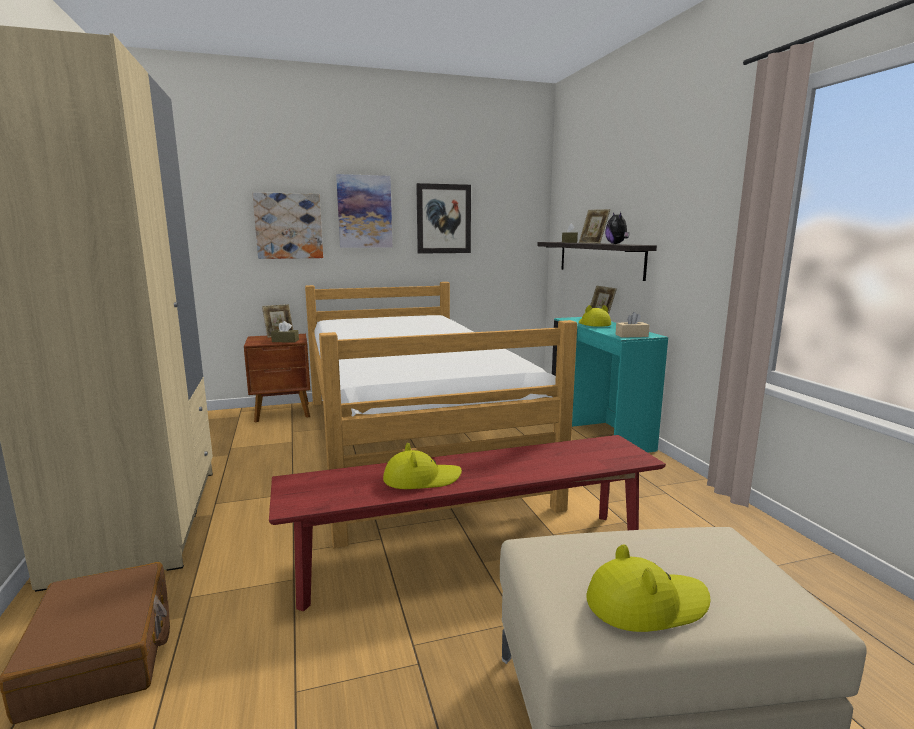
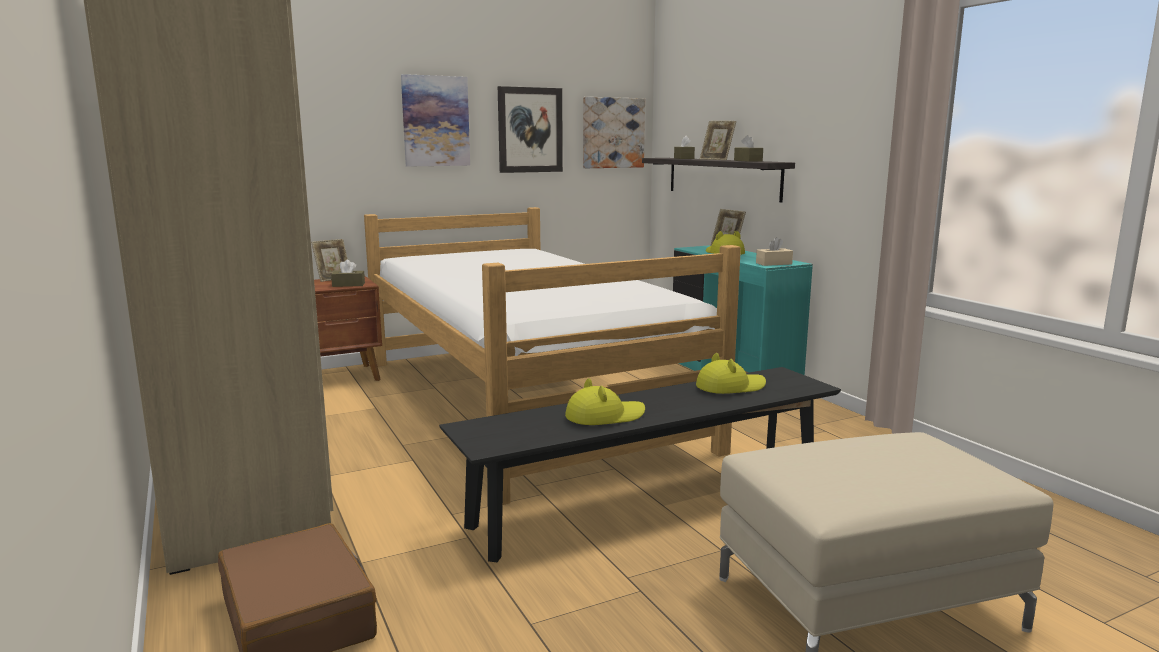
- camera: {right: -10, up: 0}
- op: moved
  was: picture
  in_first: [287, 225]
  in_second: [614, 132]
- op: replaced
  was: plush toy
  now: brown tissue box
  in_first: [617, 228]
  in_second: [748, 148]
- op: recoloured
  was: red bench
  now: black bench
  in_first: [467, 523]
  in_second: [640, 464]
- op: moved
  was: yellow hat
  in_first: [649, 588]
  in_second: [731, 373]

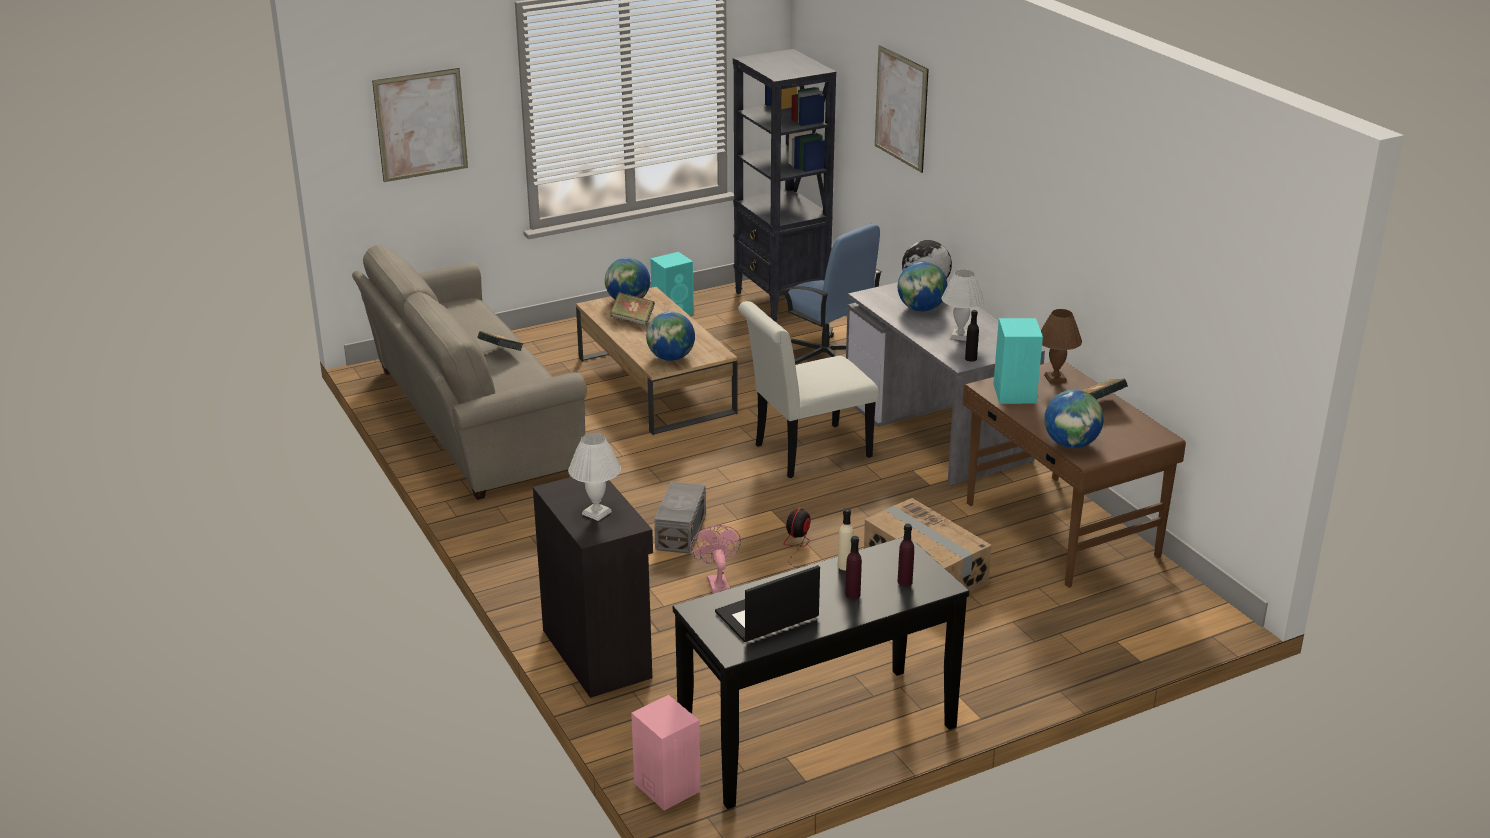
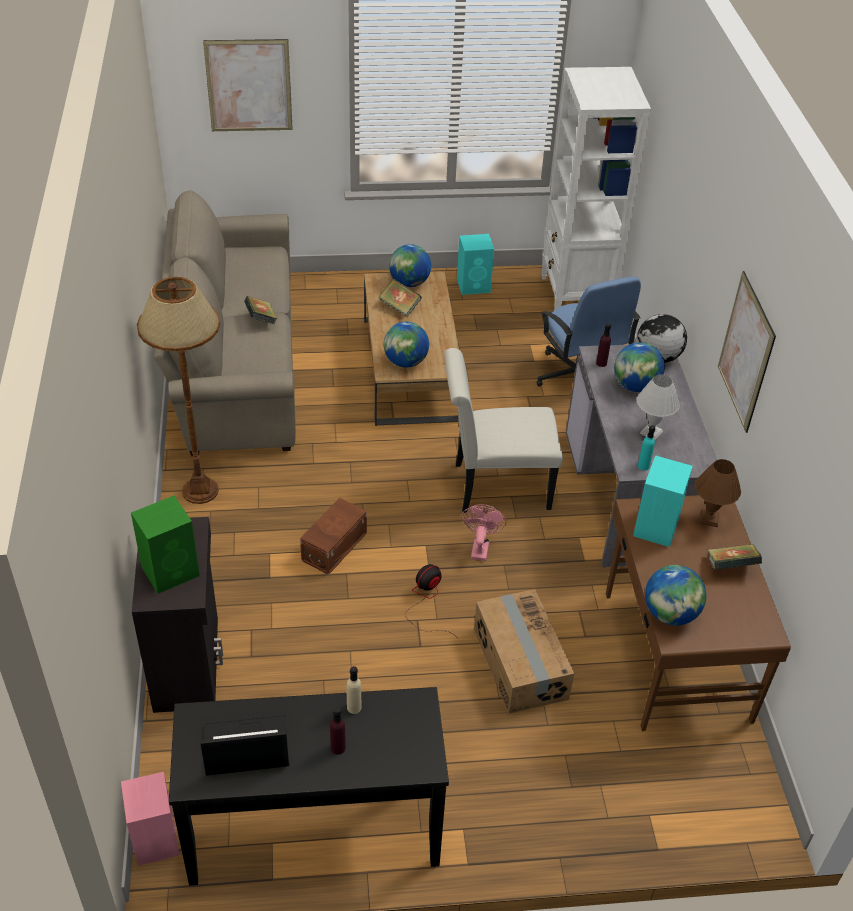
- camera: {right: 20, up: 15}
- op: moved
  was: picture
  in_first: [902, 109]
  in_second: [747, 352]
- op: recoloured
  was: black bookcase
  now: white bookcase
  in_first: [784, 185]
  in_second: [596, 188]
- op: recoloured
  was: black bottle
  now: turquoise bottle
  in_first: [972, 336]
  in_second: [646, 447]
- op: replaced
  was: white table lamp
  now: green speaker
  in_first: [594, 477]
  in_second: [165, 545]
- op: recoloured
  was: grey storage box
  now: brown storage box
  in_first: [680, 517]
  in_second: [333, 536]
- op: moved
  was: purple bottle
  in_first: [905, 555]
  in_second: [603, 345]
- op: moved
  was: pink fan
  in_first: [715, 559]
  in_second: [483, 532]
- op: added
  now: brown floor lamp
  in_second: [178, 390]

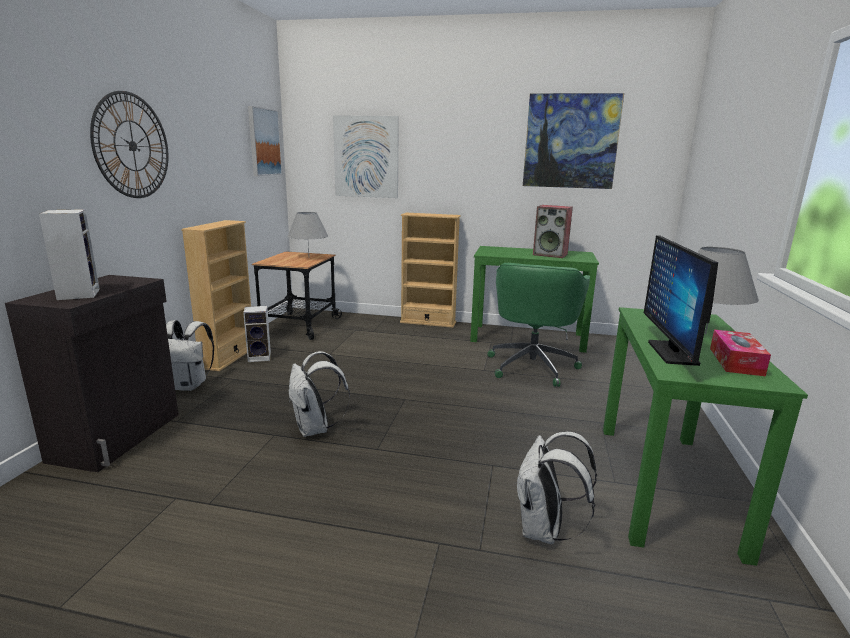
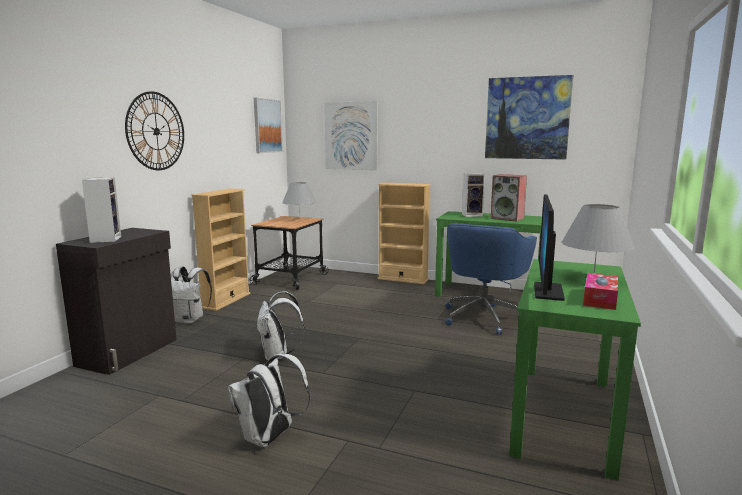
- camera: {right: 10, up: -5}
- op: recoloured
  was: green office chair
  now: blue office chair
  in_first: [538, 325]
  in_second: [491, 279]
- op: moved
  was: speaker
  in_first: [257, 334]
  in_second: [473, 195]
- op: moved
  was: white backpack
  in_first: [556, 488]
  in_second: [268, 400]

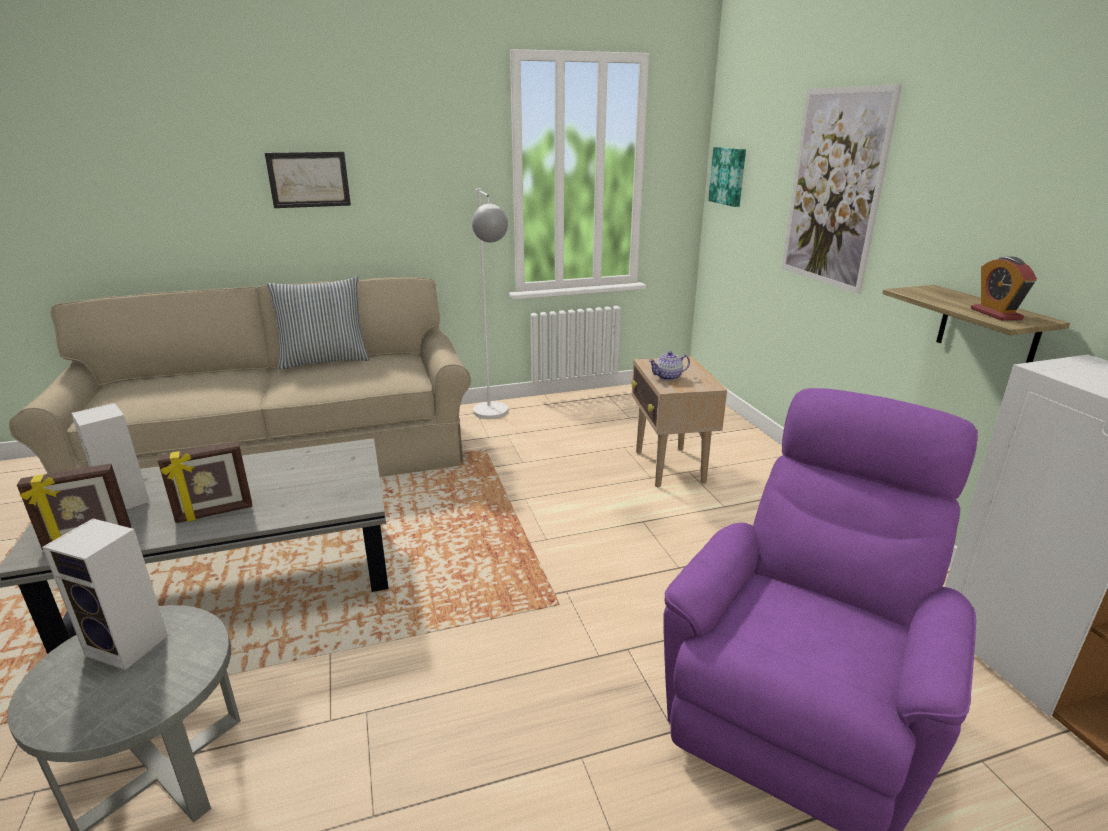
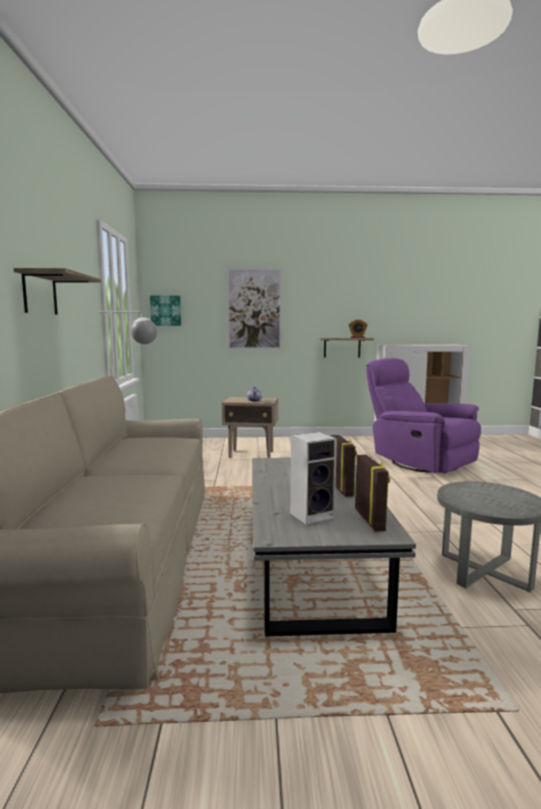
- camera: {right: -75, up: -15}
- op: replaced
  was: picture
  now: shelf
  in_first: [308, 180]
  in_second: [57, 291]
- op: removed
  was: pillow
  in_first: [318, 323]
- op: removed
  was: speaker
  in_first: [105, 594]

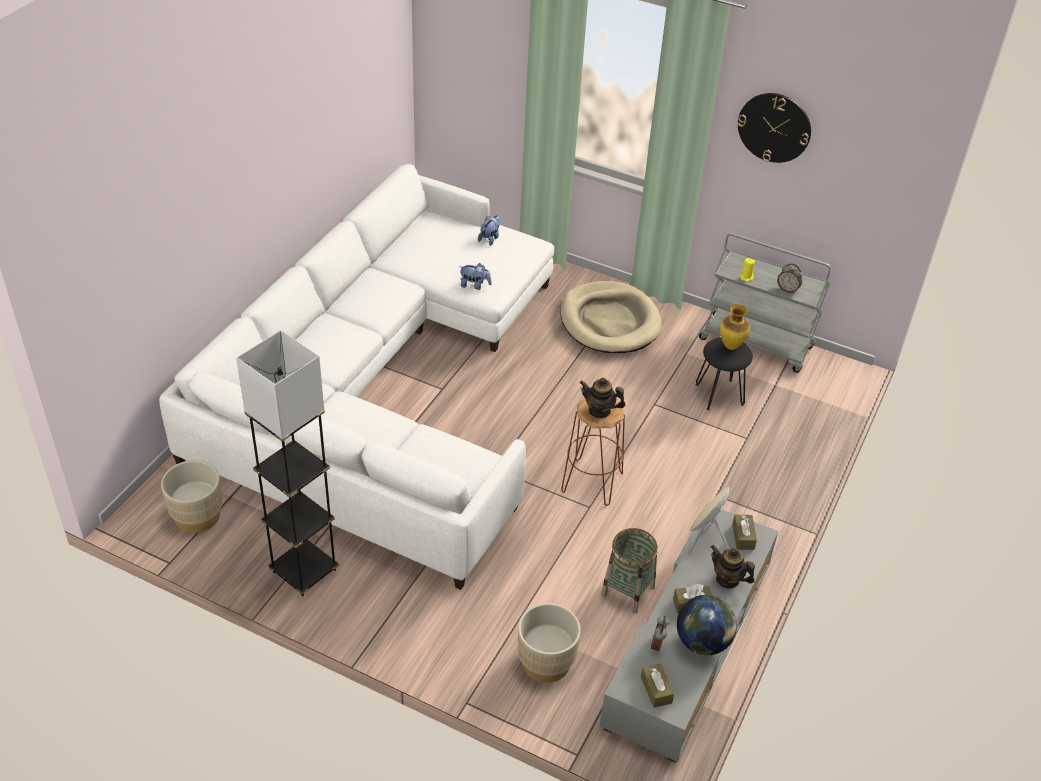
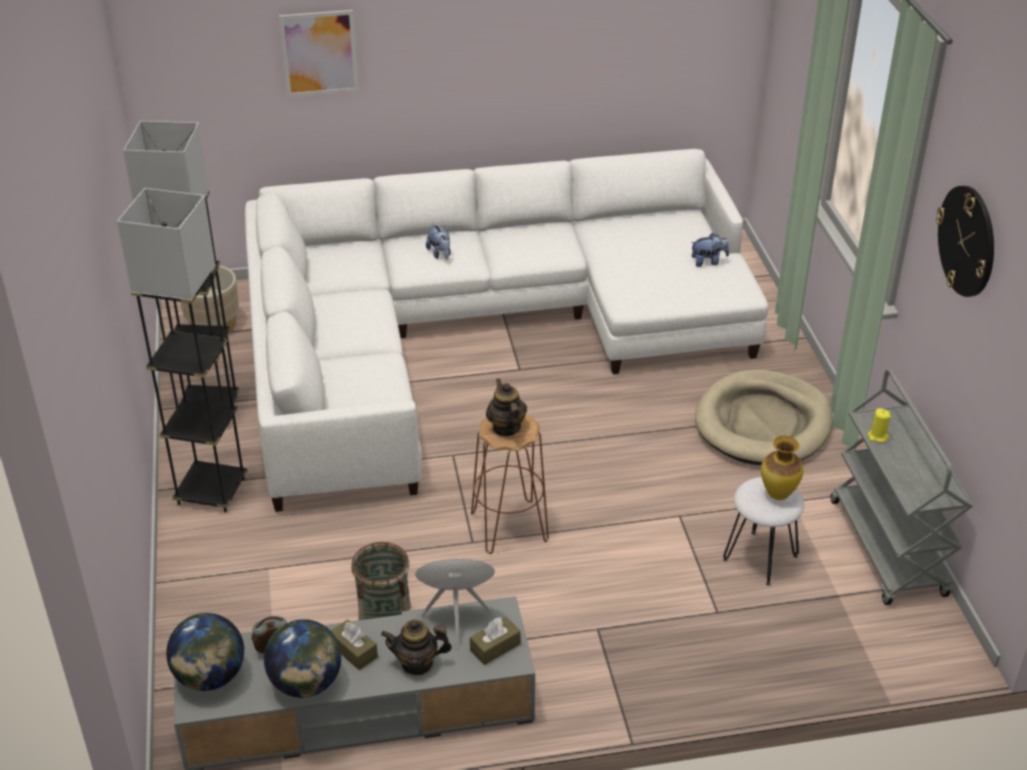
- camera: {right: 55, up: -5}
- op: moved
  was: plush toy
  in_first: [475, 276]
  in_second: [438, 242]
- op: removed
  was: alarm clock
  in_first: [790, 278]
- op: recoloured
  was: black stool
  now: white stool
  in_first: [724, 373]
  in_second: [763, 531]
- op: turned
  was: teapot
  in_first: [733, 567]
  in_second: [416, 647]
  clockwise: -90
- op: removed
  was: beige planter
  in_first: [549, 643]
- op: replaced
  was: brown tissue box
  now: globe
  in_first: [657, 685]
  in_second: [205, 652]
- op: added
  now: picture
  in_second: [319, 53]
- op: added
  now: grey floor lamp
  in_second: [182, 350]

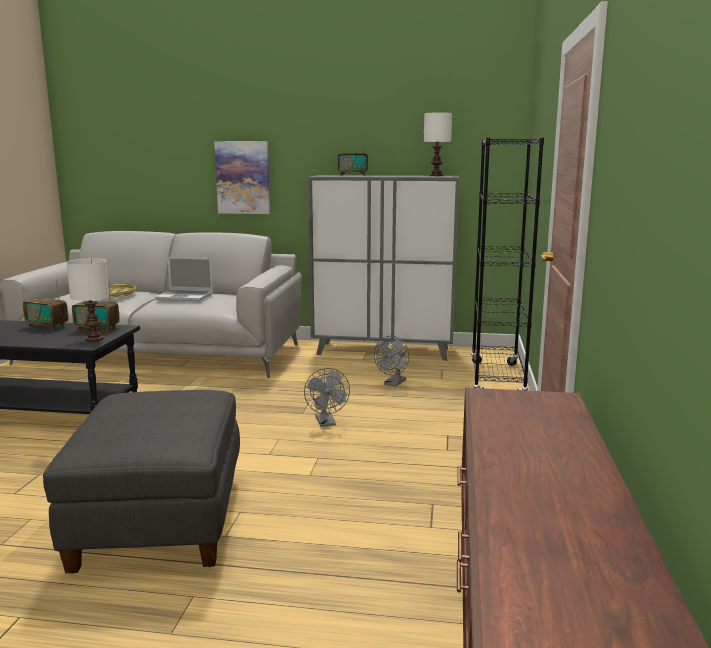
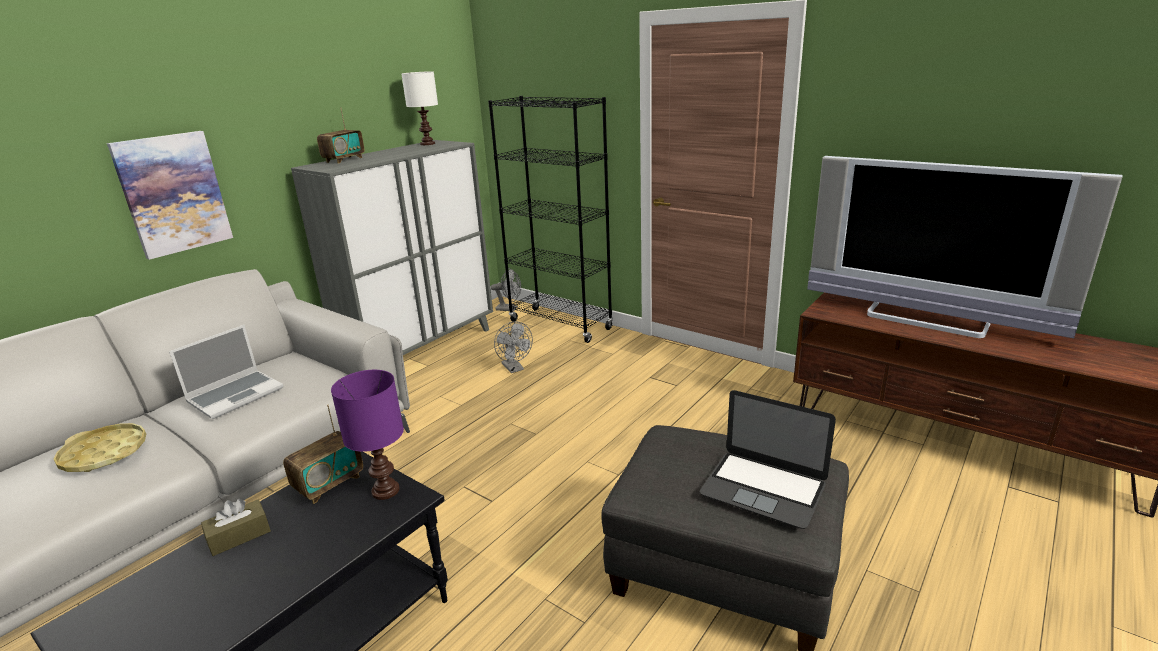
- camera: {right: -60, up: 10}
- op: recoloured
  was: white table lamp
  now: purple table lamp
  in_first: [87, 300]
  in_second: [367, 435]
- op: replaced
  was: radio
  now: brown tissue box
  in_first: [46, 304]
  in_second: [236, 527]
- op: moved
  was: grey fan
  in_first: [327, 397]
  in_second: [506, 290]
- op: added
  now: television
  in_second: [965, 247]
- op: added
  now: laptop
  in_second: [768, 459]

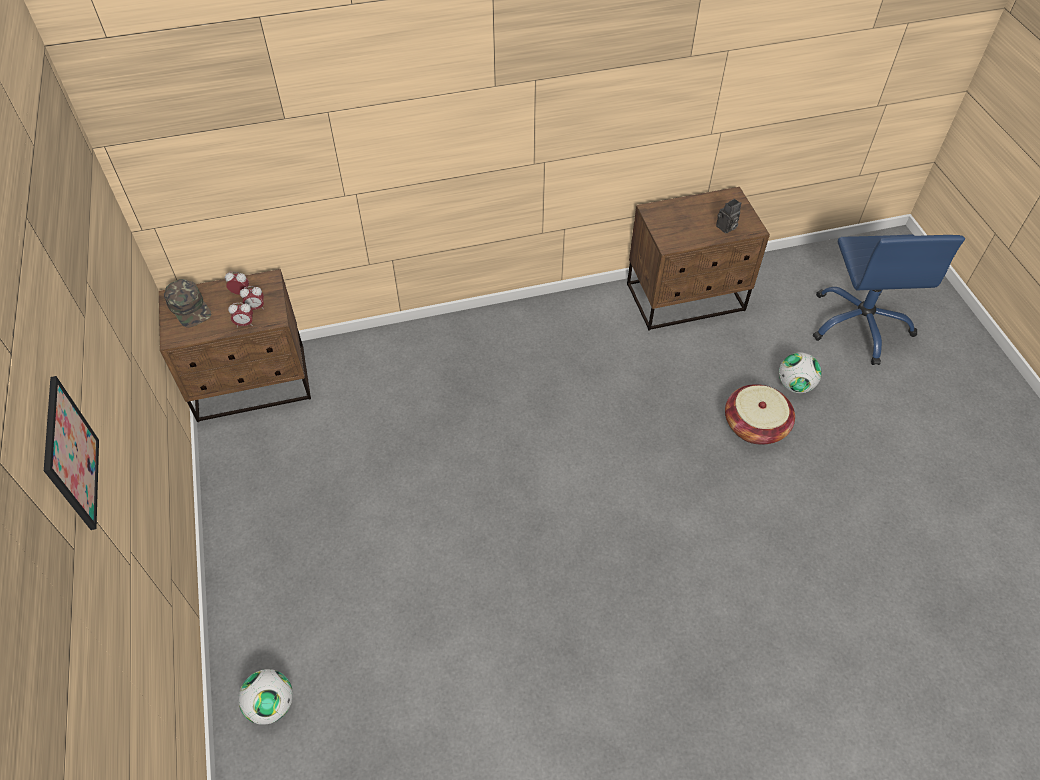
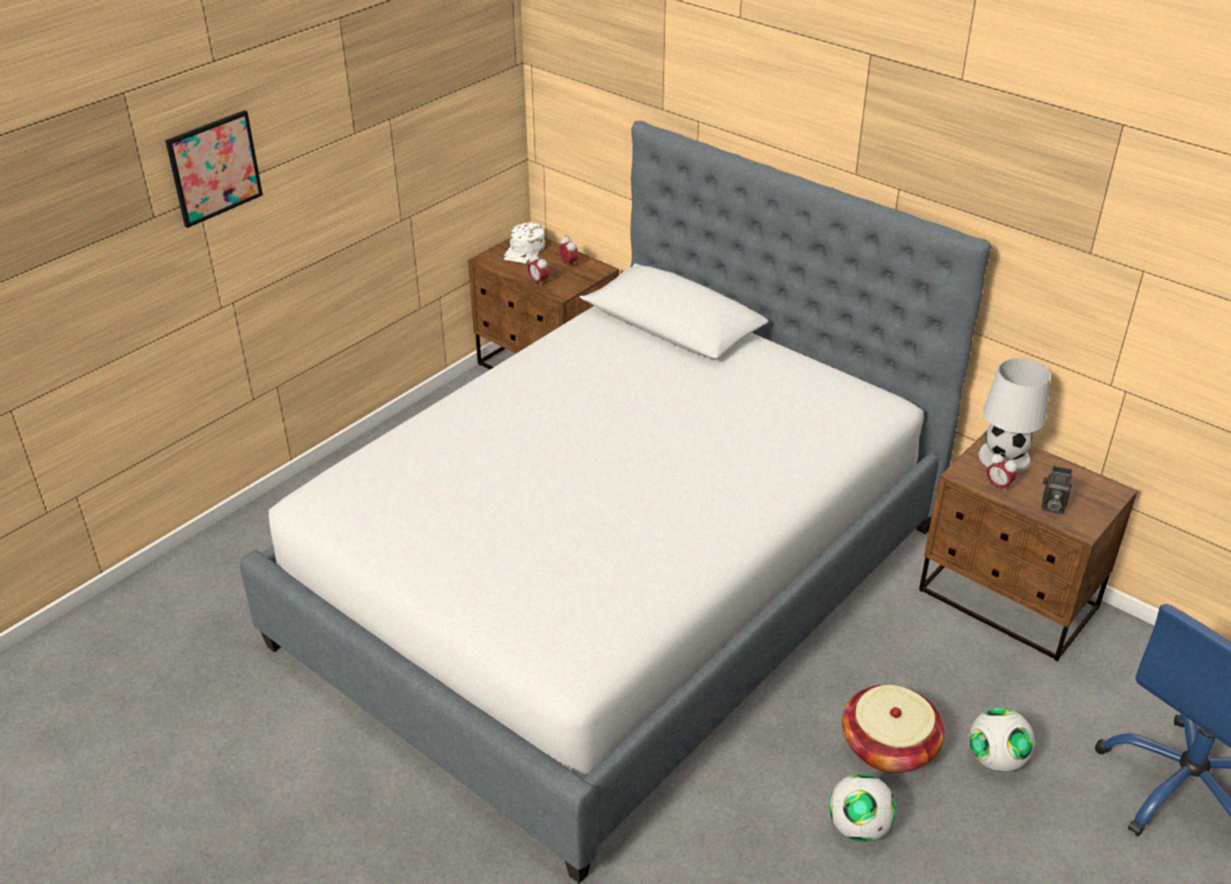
- camera: {right: 55, up: -15}
- op: recoloured
  was: green cap
  now: white cap
  in_first: [187, 303]
  in_second: [524, 242]
- op: moved
  was: alarm clock
  in_first: [252, 298]
  in_second: [1002, 473]
- op: moved
  was: football
  in_first: [265, 697]
  in_second: [862, 808]
- op: added
  now: bed
  in_second: [615, 502]
- op: added
  now: white table lamp
  in_second: [1014, 415]

